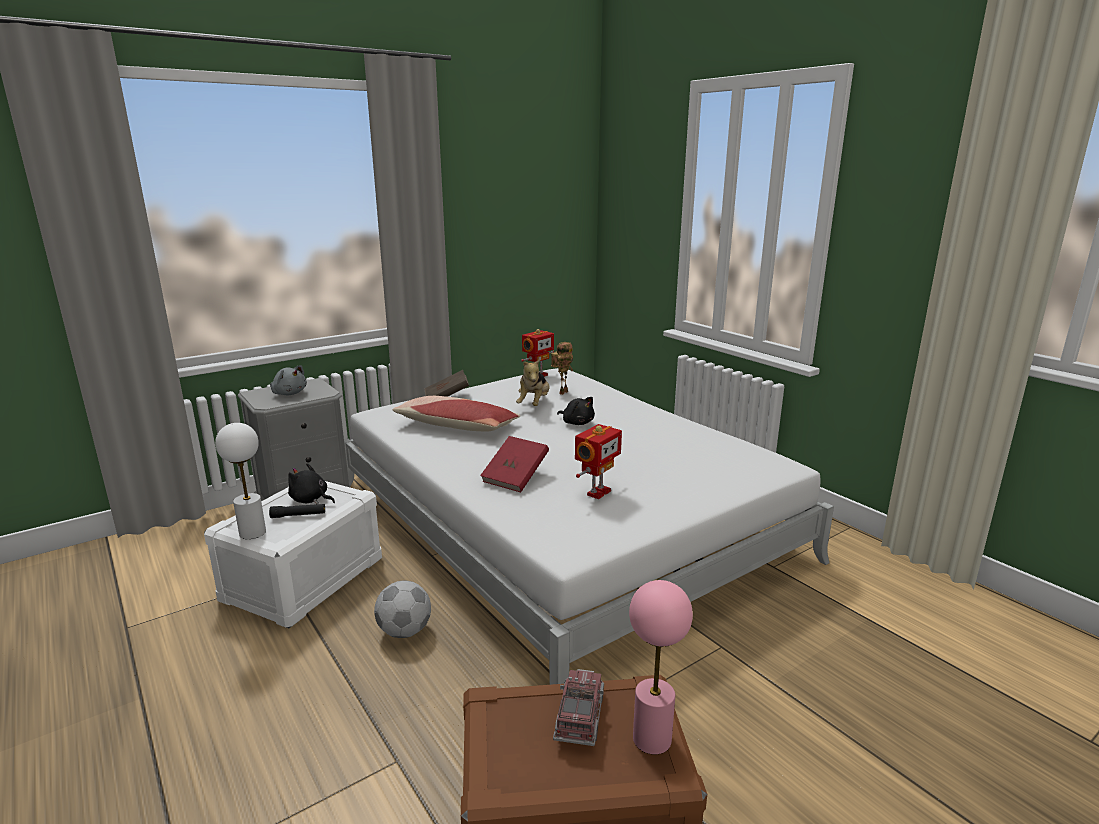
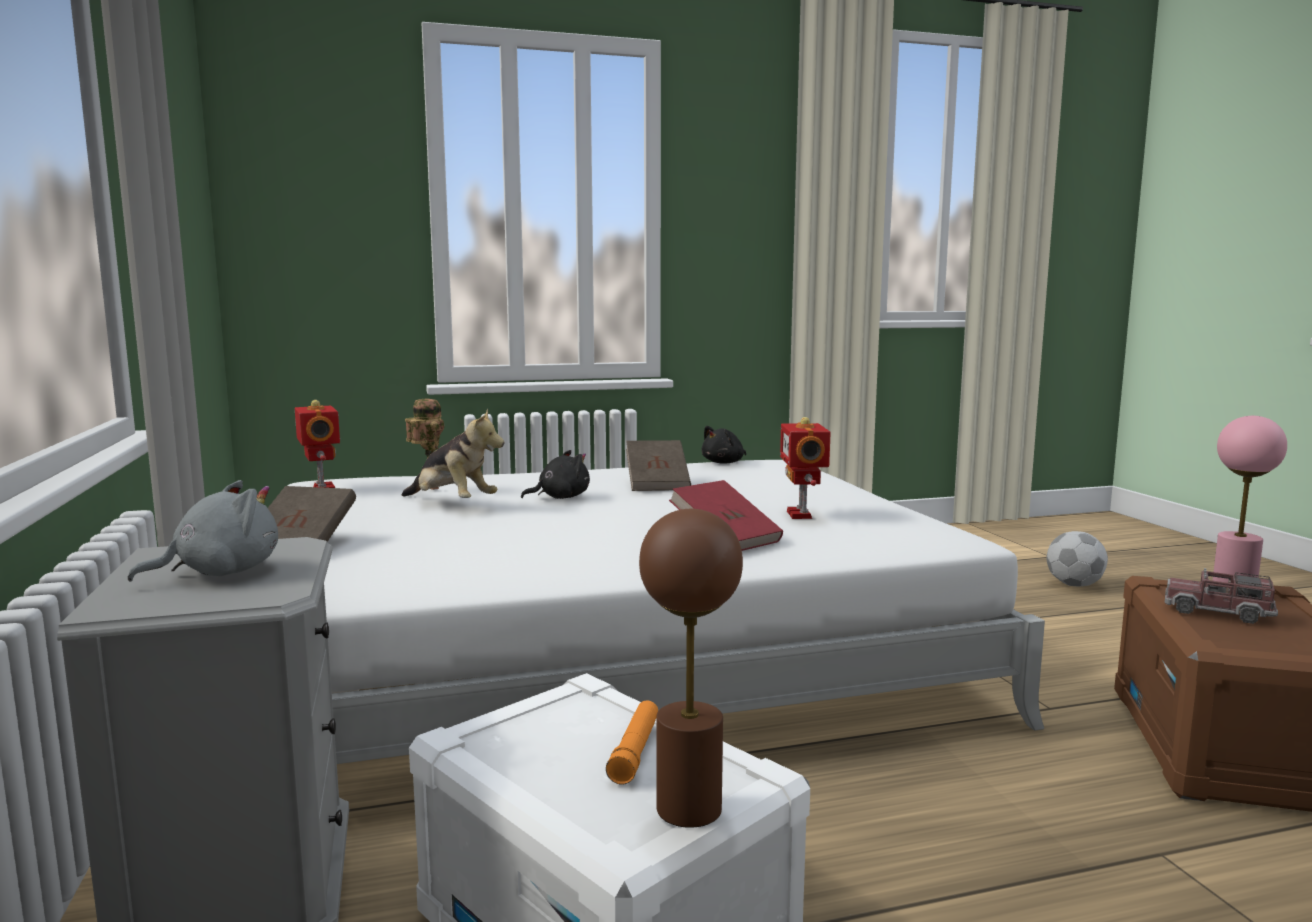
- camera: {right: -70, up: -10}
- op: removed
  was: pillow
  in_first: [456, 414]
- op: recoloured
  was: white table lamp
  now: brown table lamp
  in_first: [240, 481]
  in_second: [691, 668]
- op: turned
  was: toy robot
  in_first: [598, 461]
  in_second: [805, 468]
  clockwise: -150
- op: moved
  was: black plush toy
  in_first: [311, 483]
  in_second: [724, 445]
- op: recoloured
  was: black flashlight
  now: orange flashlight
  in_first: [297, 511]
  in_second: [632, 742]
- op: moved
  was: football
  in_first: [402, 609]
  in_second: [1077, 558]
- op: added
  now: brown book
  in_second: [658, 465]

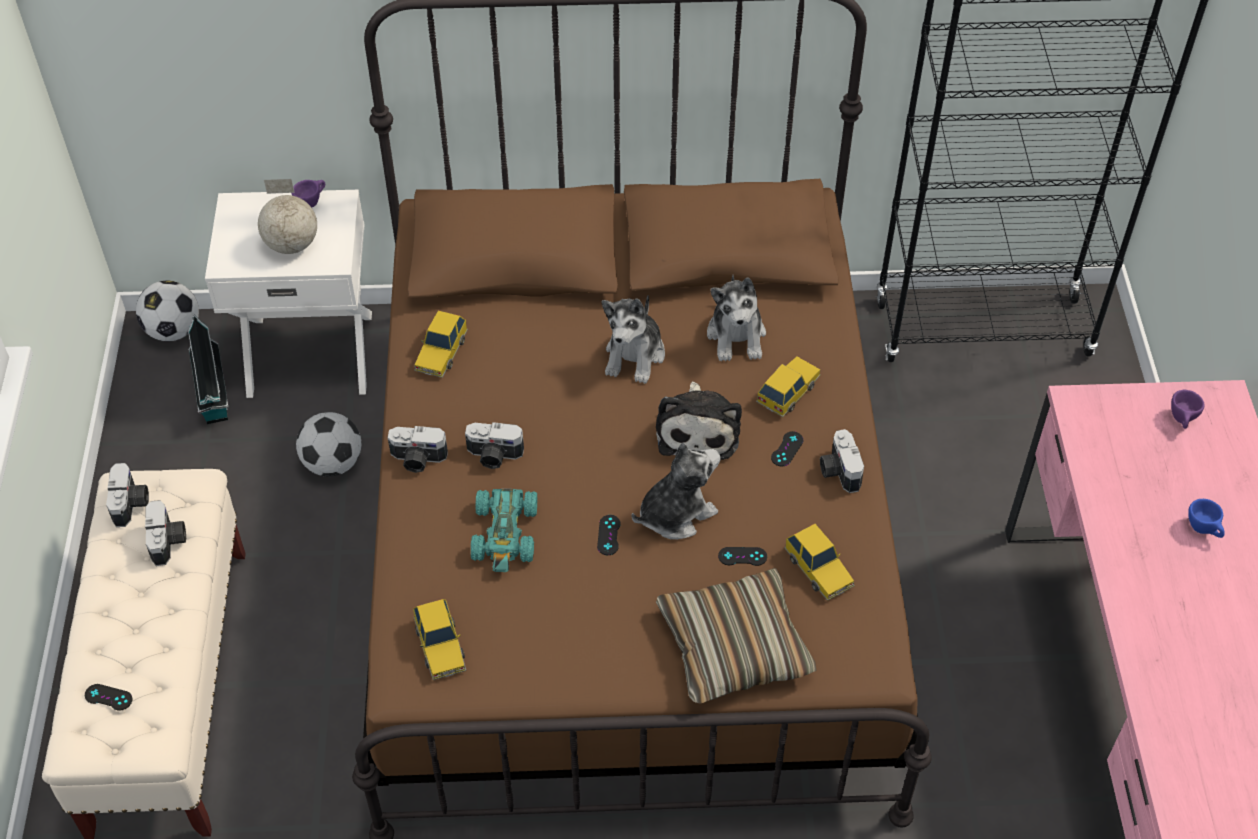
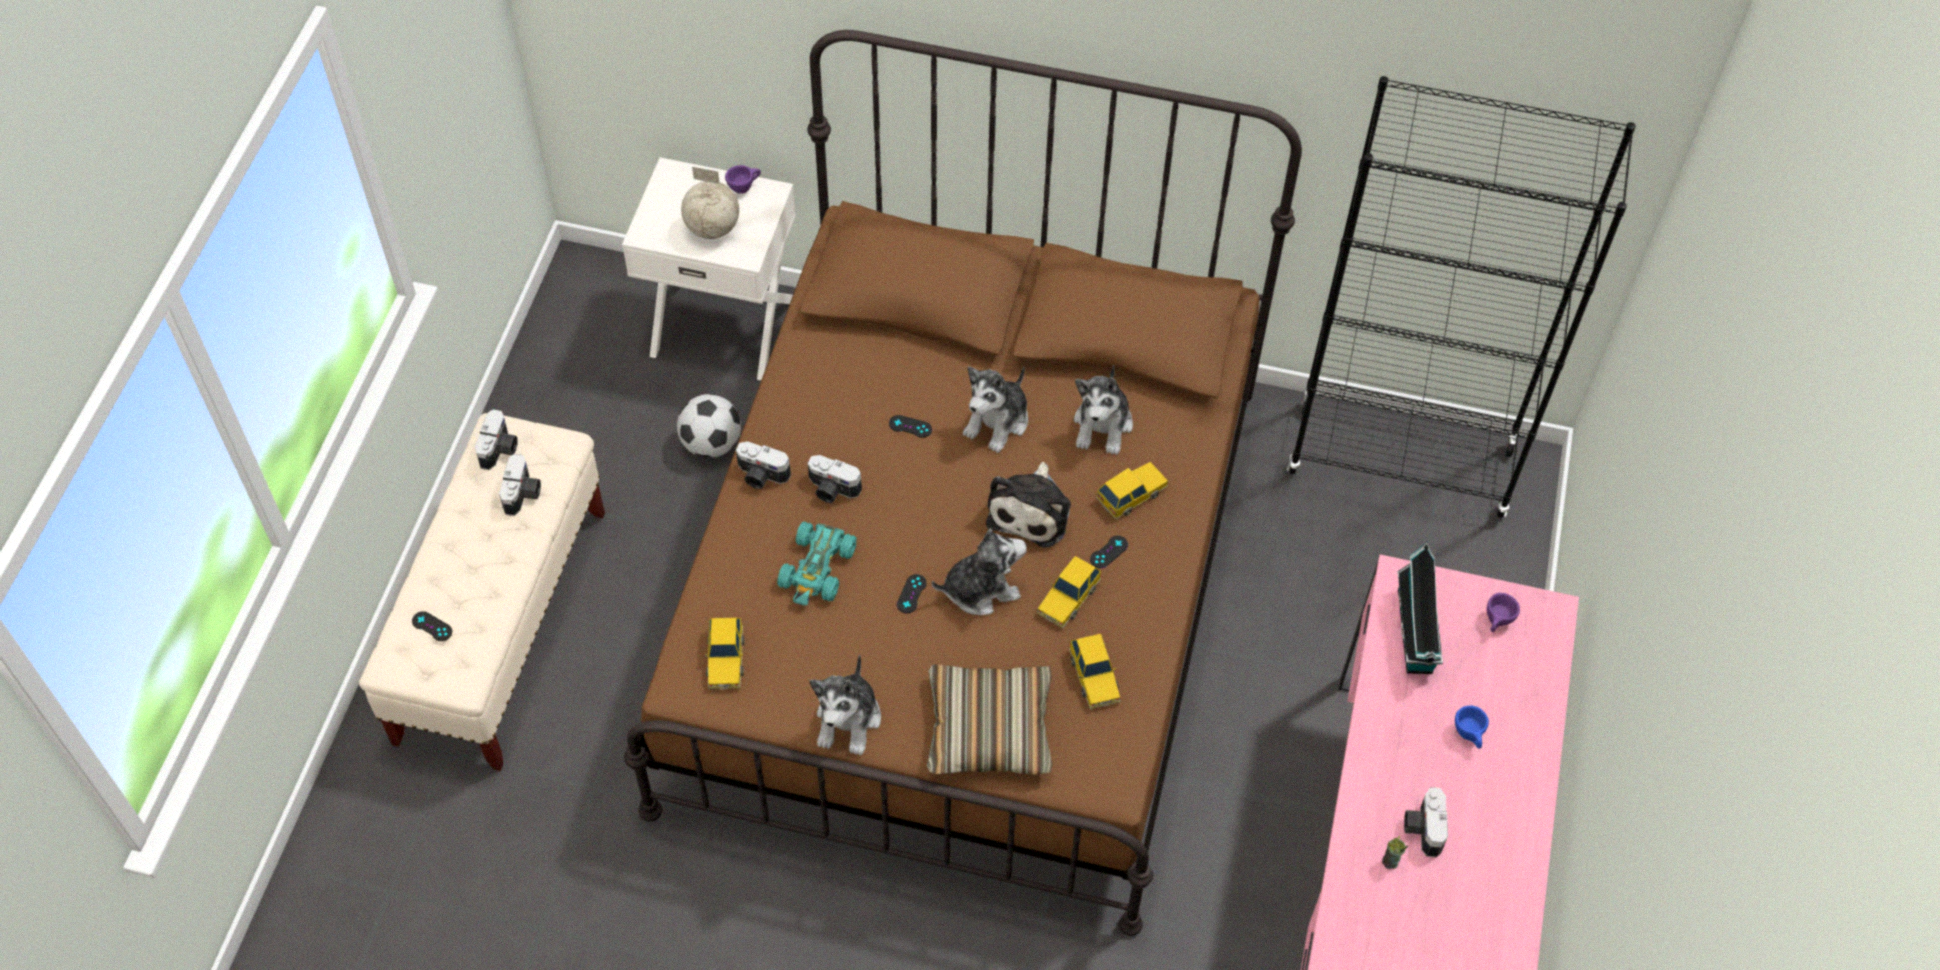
- camera: {right: 15, up: 5}
- op: removed
  was: football
  in_first: [167, 310]
- op: moved
  was: toy car
  in_first: [441, 344]
  in_second: [1068, 592]
- op: moved
  was: toy house
  in_first: [208, 369]
  in_second: [1420, 607]
- op: moved
  was: photo camera
  in_first: [842, 461]
  in_second: [1426, 822]
- op: moved
  was: black game controller
  in_first: [742, 556]
  in_second: [910, 426]
- op: added
  now: plush toy
  in_second: [845, 705]
- op: added
  now: cup
  in_second: [1395, 852]

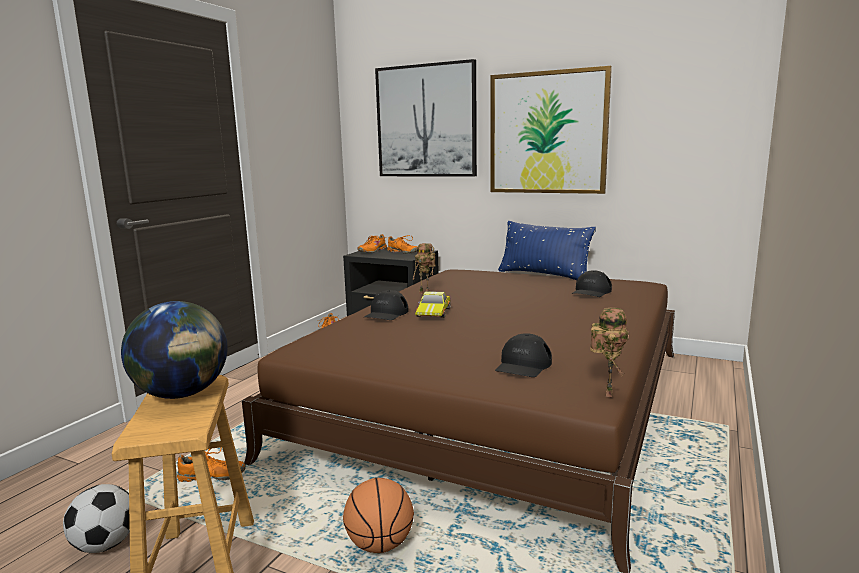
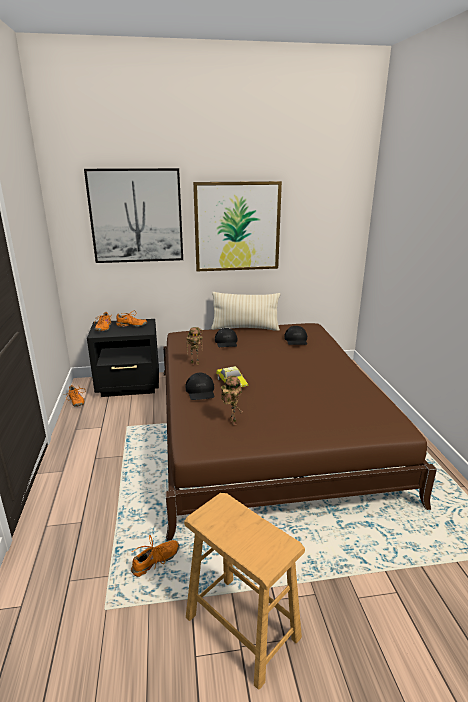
- camera: {right: -35, up: 10}
- op: recoloured
  was: blue pillow
  now: beige pillow
  in_first: [547, 250]
  in_second: [245, 311]
- op: removed
  was: globe
  in_first: [174, 350]
- op: moved
  was: toy robot
  in_first: [609, 352]
  in_second: [231, 400]
- op: moved
  was: black cap
  in_first: [523, 355]
  in_second: [226, 337]
- op: removed
  was: basketball
  in_first: [378, 515]
- op: removed
  was: football
  in_first: [96, 518]

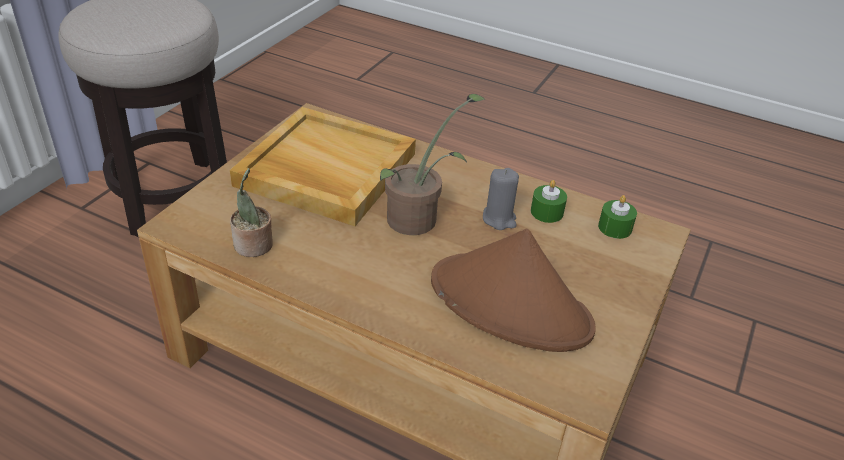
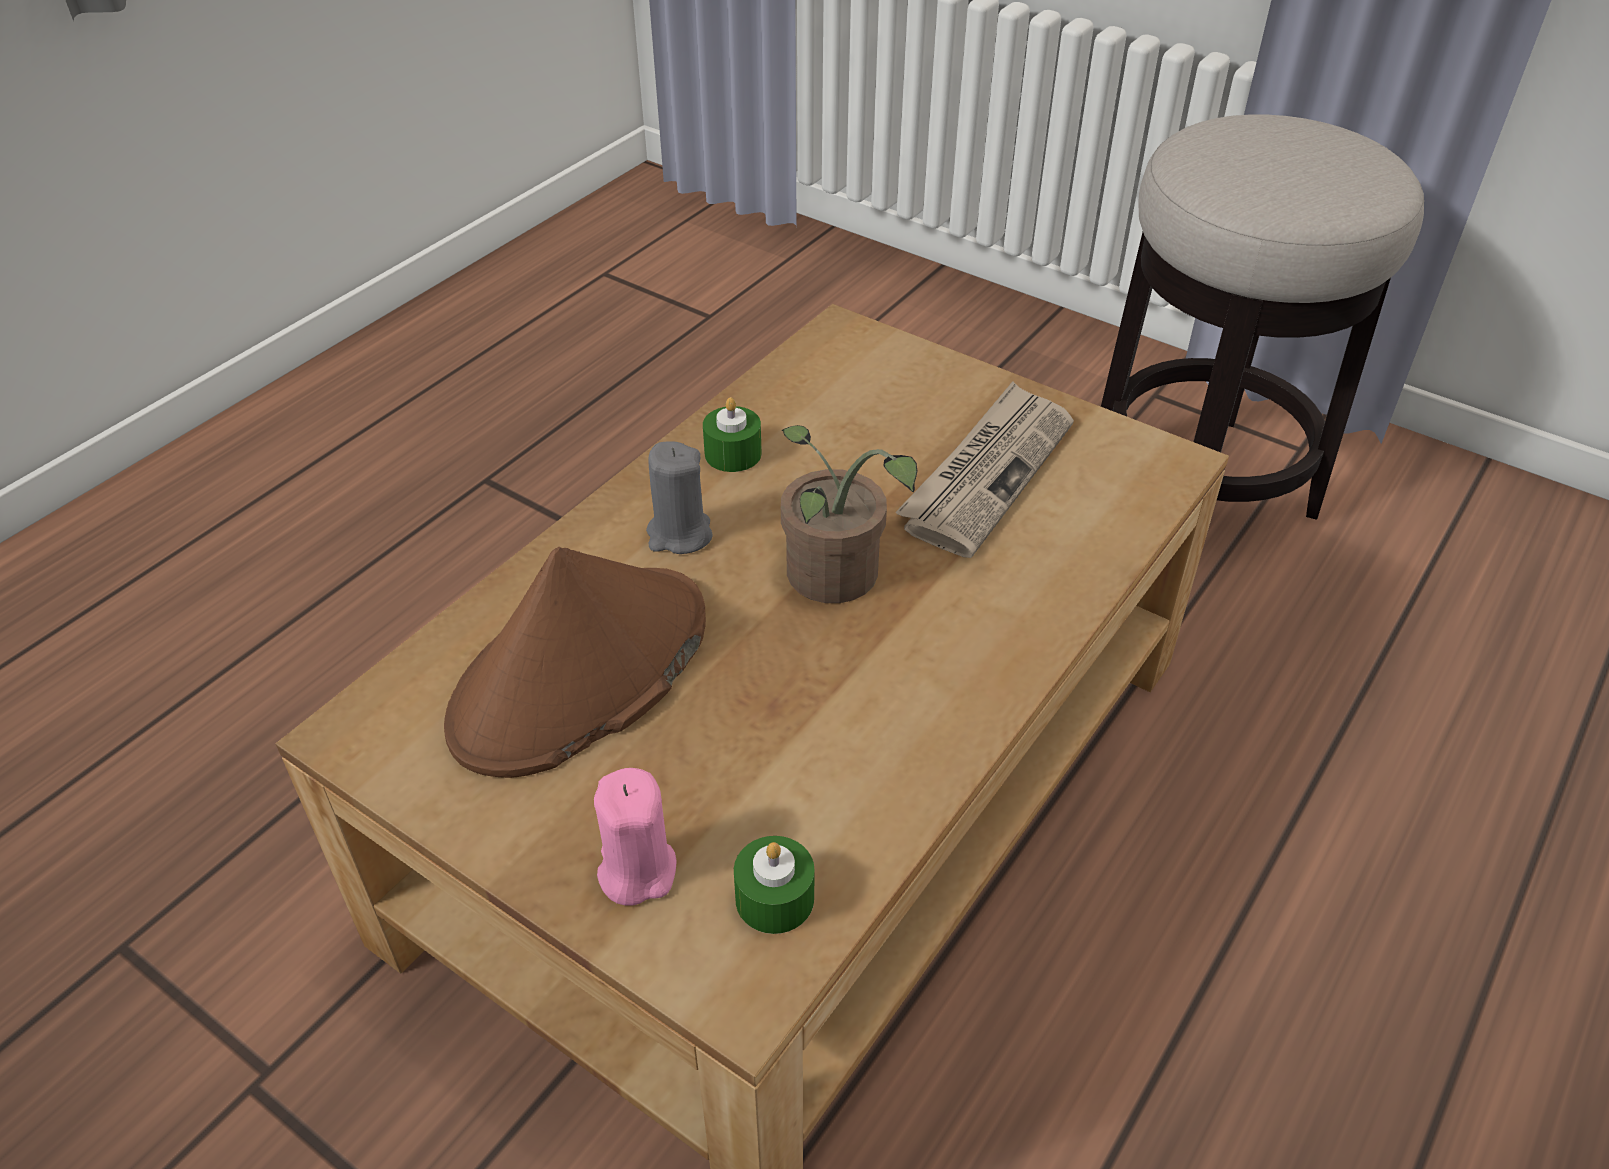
- camera: {right: 100, up: 5}
- op: replaced
  was: beige tray
  now: newspaper
  in_first: [323, 166]
  in_second: [984, 469]
- op: removed
  was: potted plant
  in_first: [251, 212]
- op: moved
  was: grey candle
  in_first: [501, 199]
  in_second: [679, 497]
- op: moved
  was: green candle
  in_first: [549, 201]
  in_second: [732, 434]
- op: added
  now: pink candle
  in_second: [635, 837]

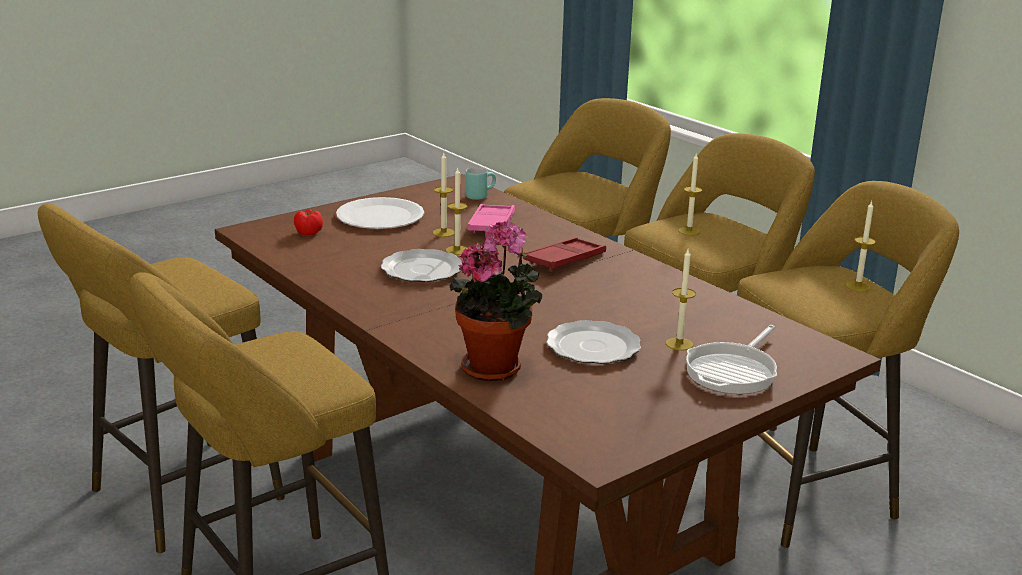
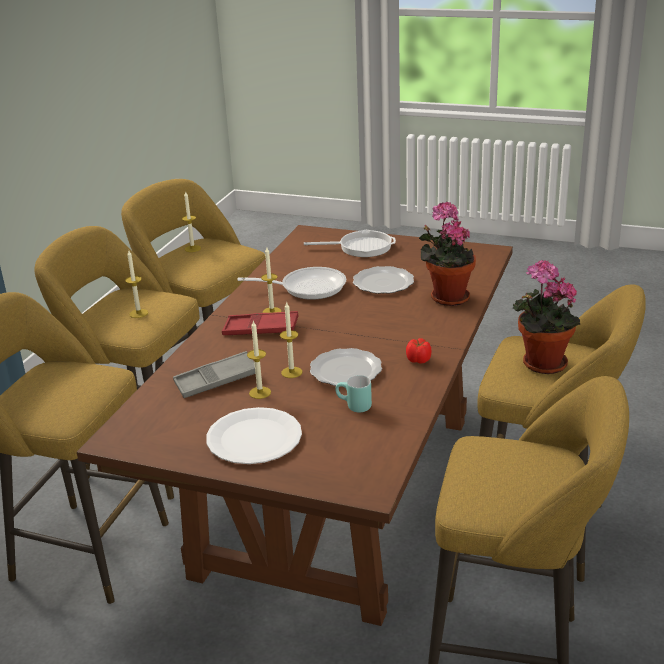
- camera: {right: -120, up: 5}
- op: moved
  was: turquoise mug
  in_first: [480, 183]
  in_second: [353, 394]
- op: recoloured
  was: pink tray
  now: grey tray
  in_first: [491, 218]
  in_second: [214, 374]
- op: moved
  was: tomato
  in_first: [308, 222]
  in_second: [419, 351]
- op: moved
  was: candle
  in_first: [681, 300]
  in_second: [271, 280]
- op: added
  now: potted plant
  in_second: [546, 317]
- op: added
  now: frying pan
  in_second: [291, 283]

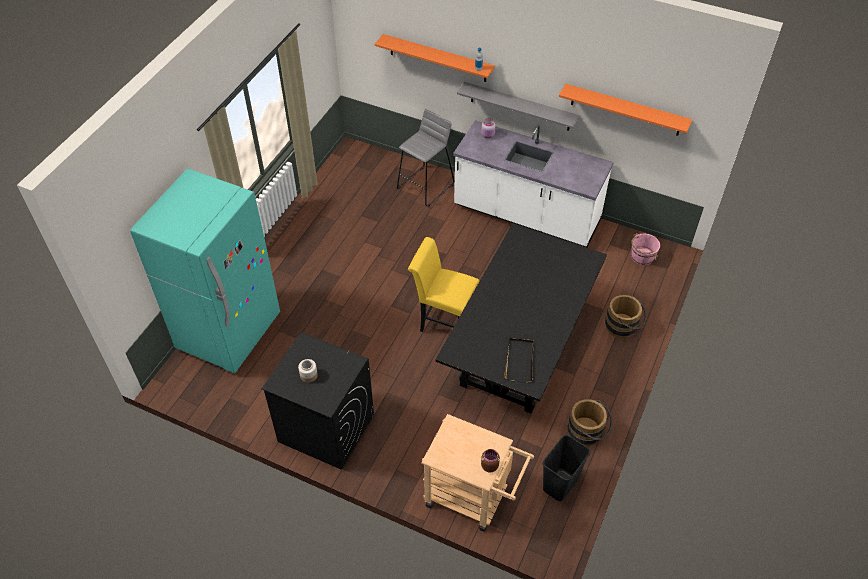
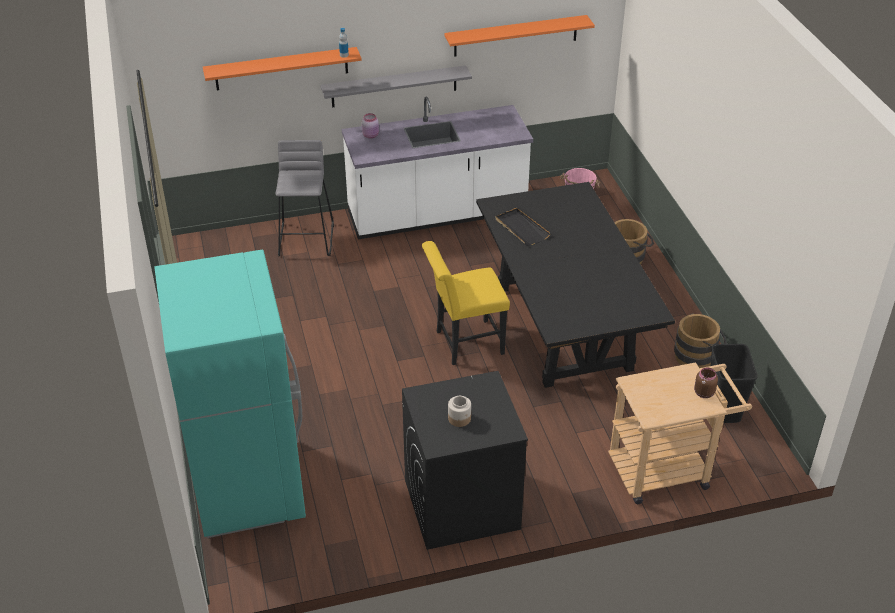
- camera: {right: -40, up: -10}
- op: moved
  was: black tray
  in_first: [518, 360]
  in_second: [523, 227]

